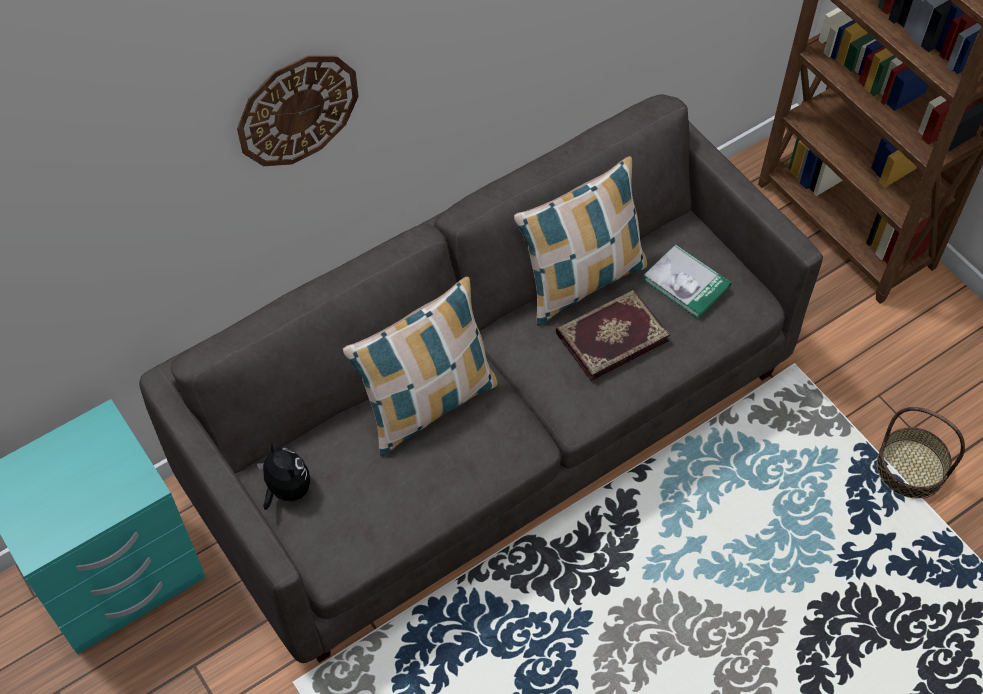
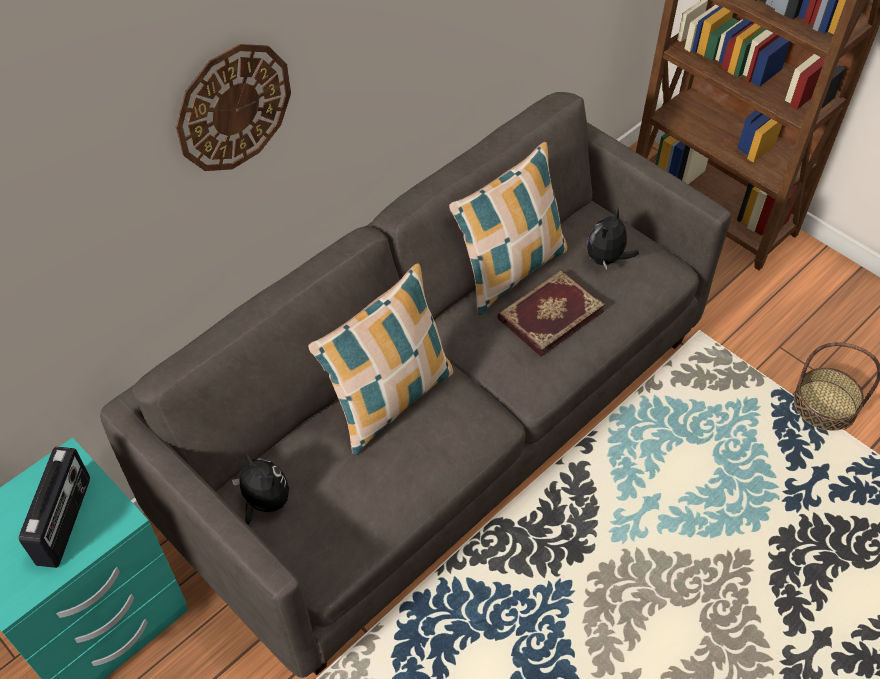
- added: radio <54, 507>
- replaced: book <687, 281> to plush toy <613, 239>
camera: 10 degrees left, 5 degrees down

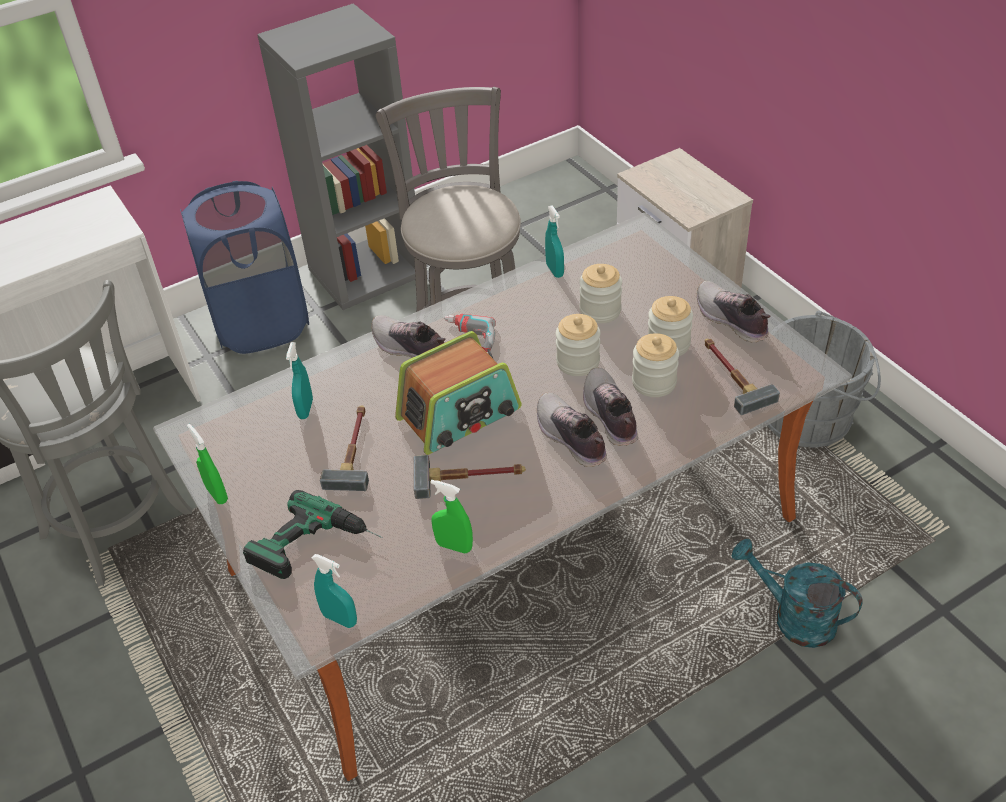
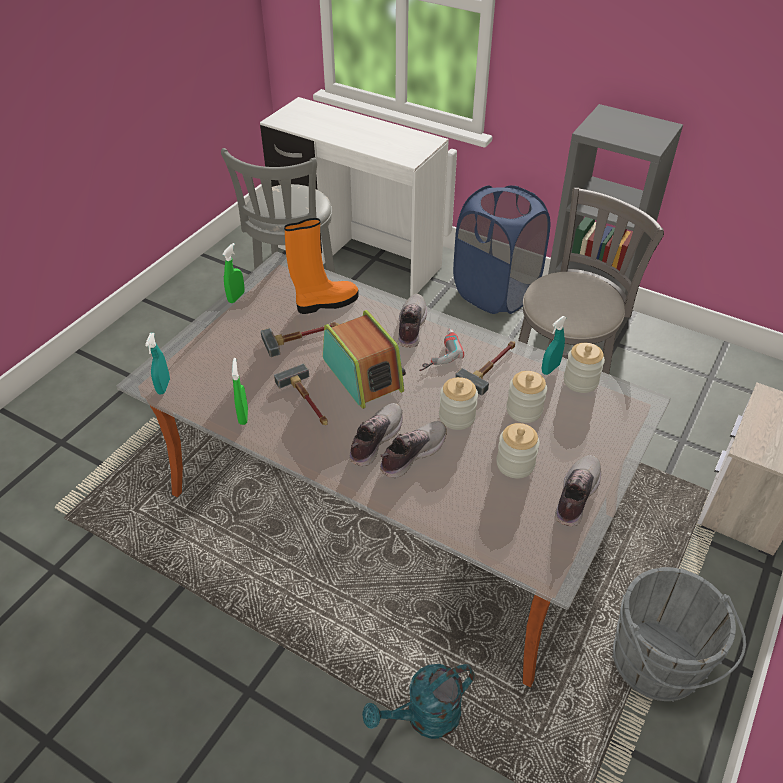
- removed: power drill <313, 534>
- moved: jar <655, 365> to <584, 368>
- moved: hammer <742, 377> to <485, 368>
- replaced: spray bottle (turquoise) <299, 380> to boot (orange) <321, 266>
- turned: radio <458, 393> = <364, 359> 150 degrees counterclockwise
- turned: watering can (turquoise) <797, 593> = <418, 701> 120 degrees counterclockwise
camera: 60 degrees right, 0 degrees up

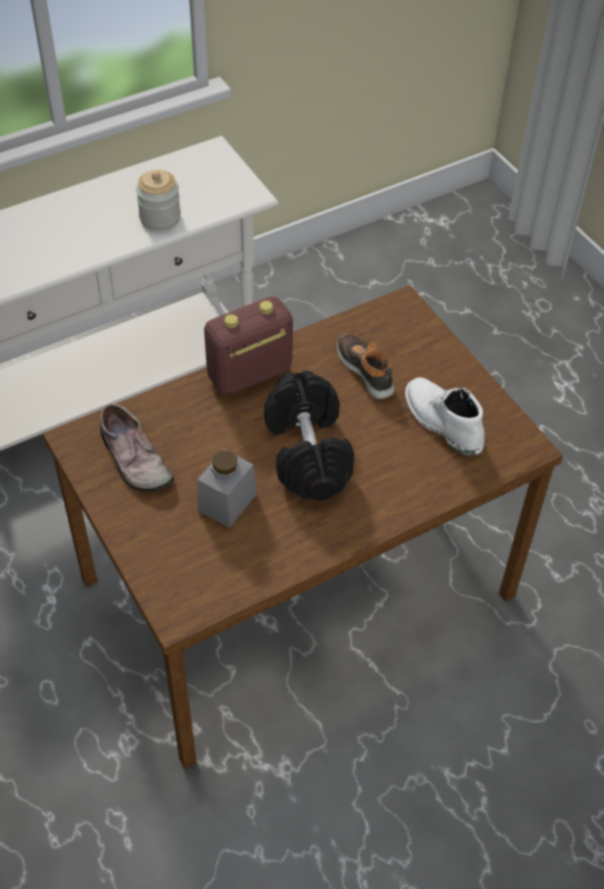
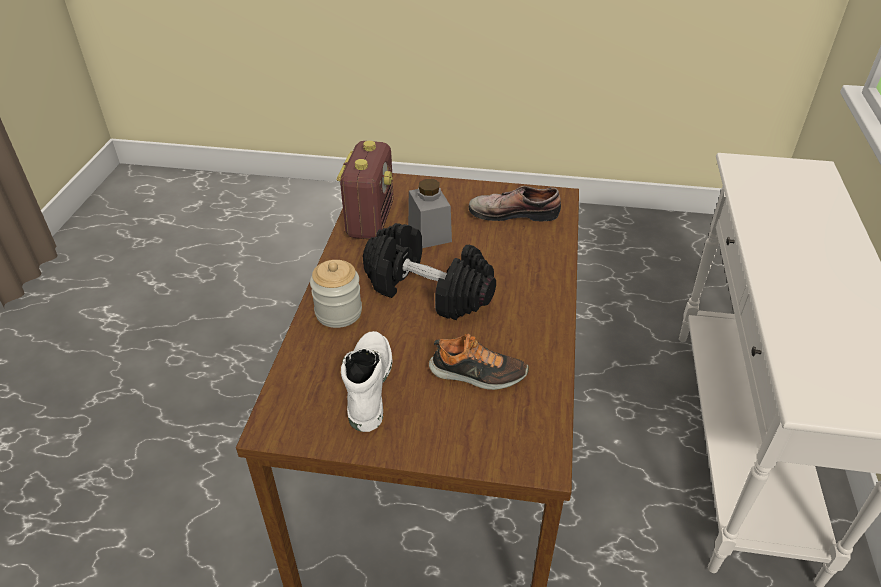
- moved: jar <158, 200> to <336, 294>
- moved: radio <248, 345> to <365, 190>
- turned: boot (white) <445, 416> = <367, 381> 90 degrees counterclockwise
camera: 130 degrees right, 10 degrees down

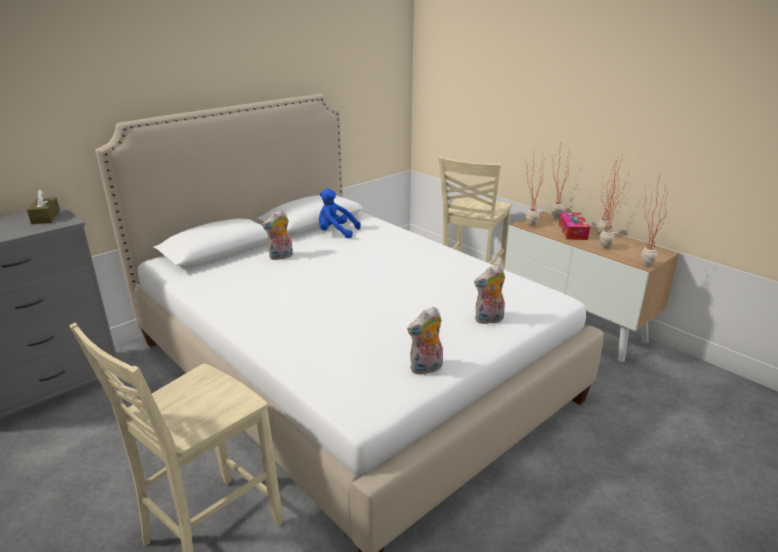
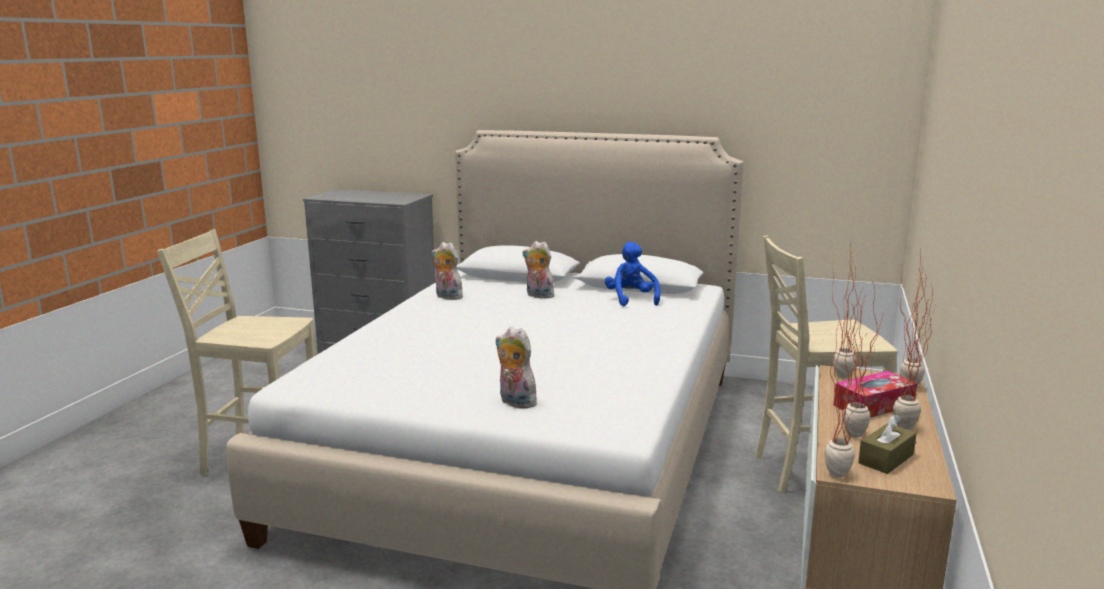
- moved: tissue box (brown) <43, 206> to <887, 444>
- moved: plush toy <425, 340> to <447, 271>
camera: 60 degrees right, 10 degrees down

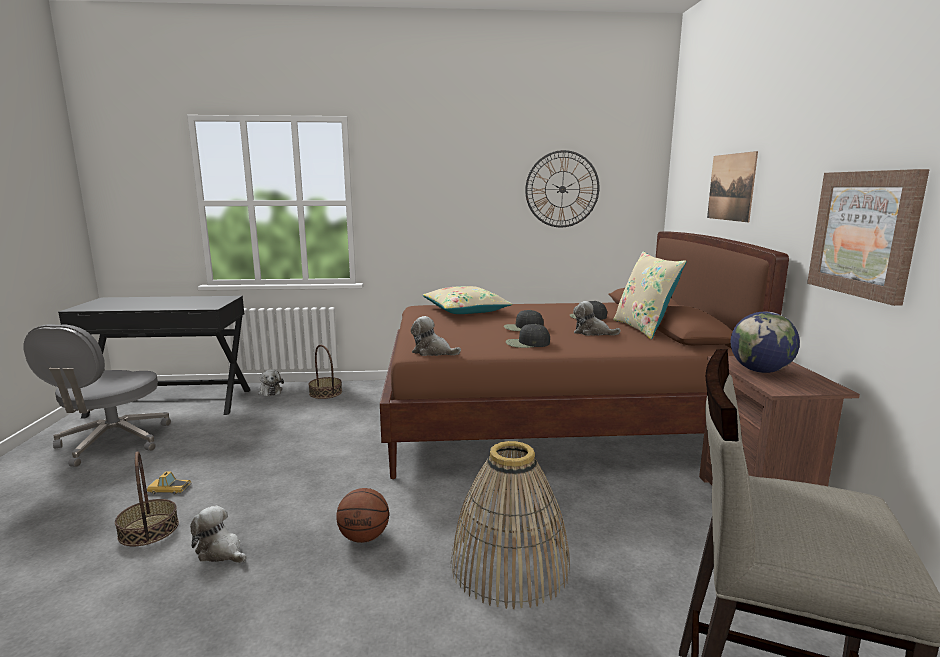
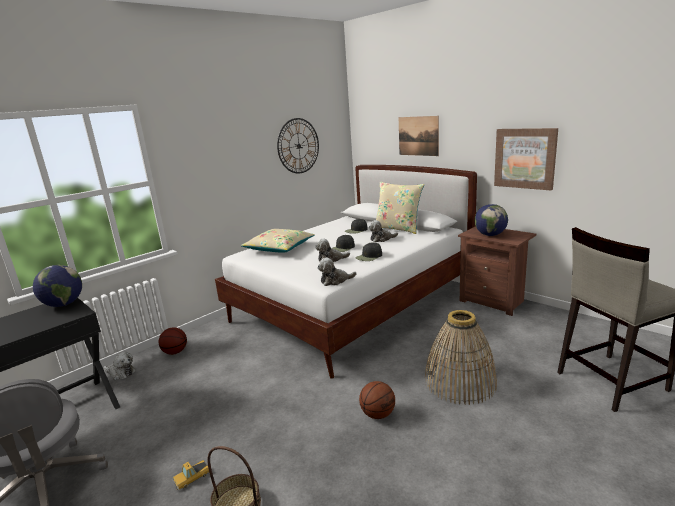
- added: globe <57, 286>
- moved: plush toy <218, 534> to <332, 251>
- replaced: basket <325, 372> to basketball <172, 341>
- recoloured: bed (brown) <584, 355> to bed (white) <346, 272>
camera: 40 degrees left, 5 degrees up

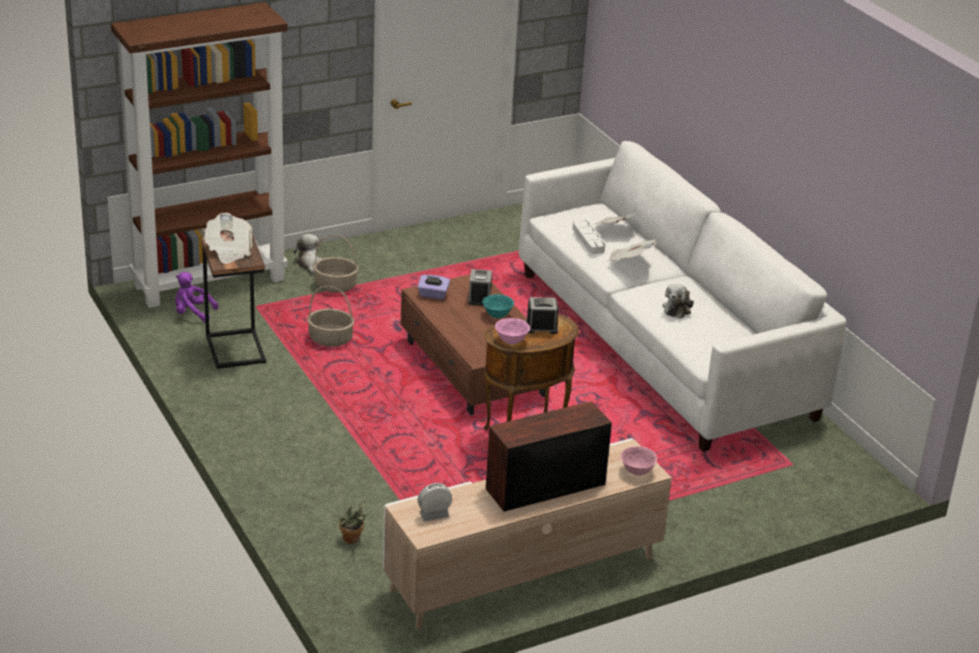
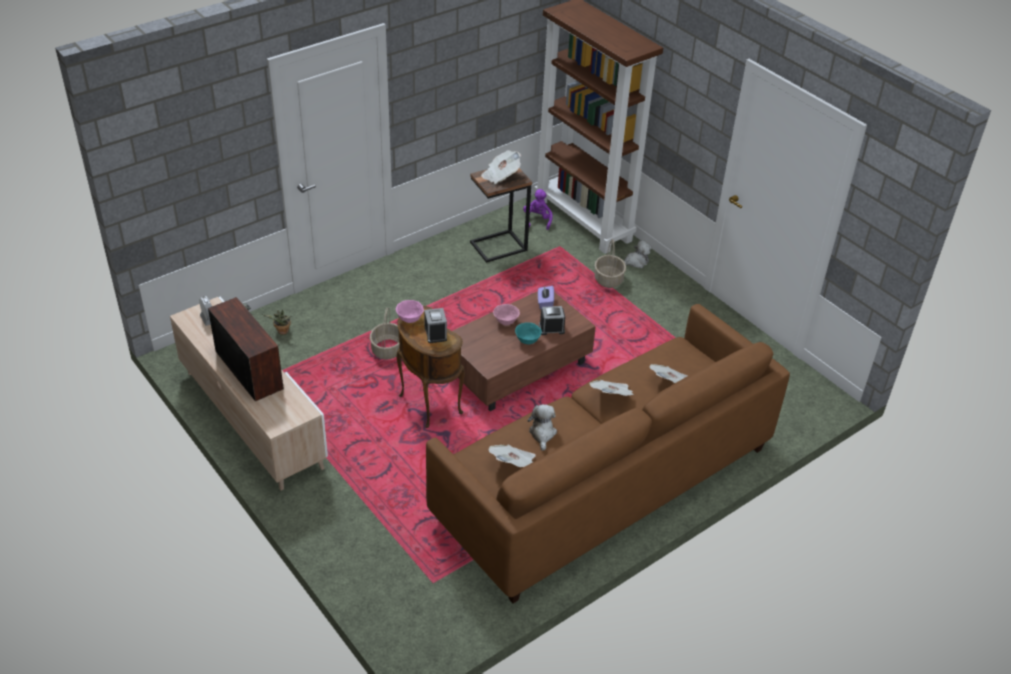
- removed: tray (white) <588, 237>
- added: newspaper <512, 456>
- moved: basket <330, 316> to <385, 334>
- moved: bowl (pink) <639, 461> to <506, 314>
- recoloured: sofa (white) <682, 296> to sofa (brown) <608, 453>
- turned: plush toy <678, 301> = <542, 427> 75 degrees clockwise
camera: 80 degrees right, 10 degrees up

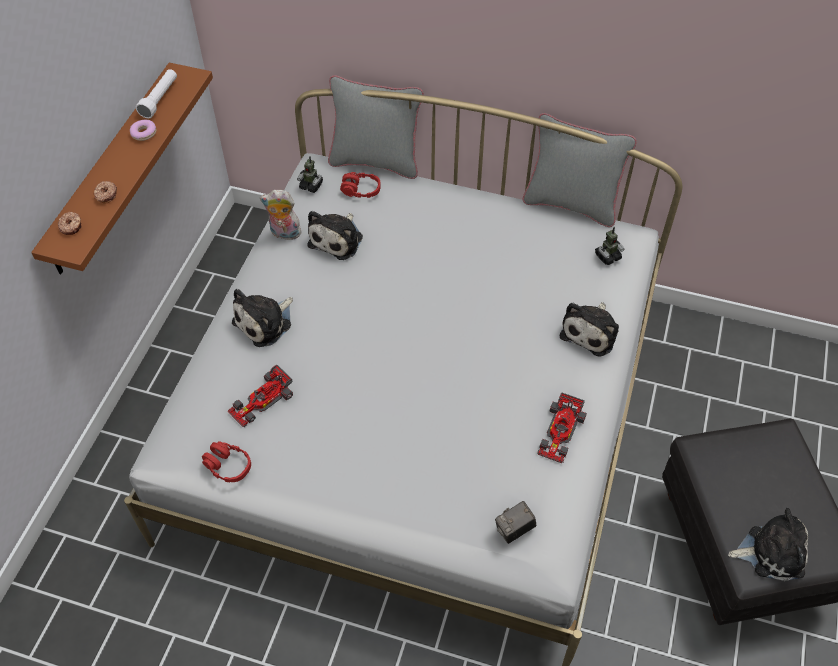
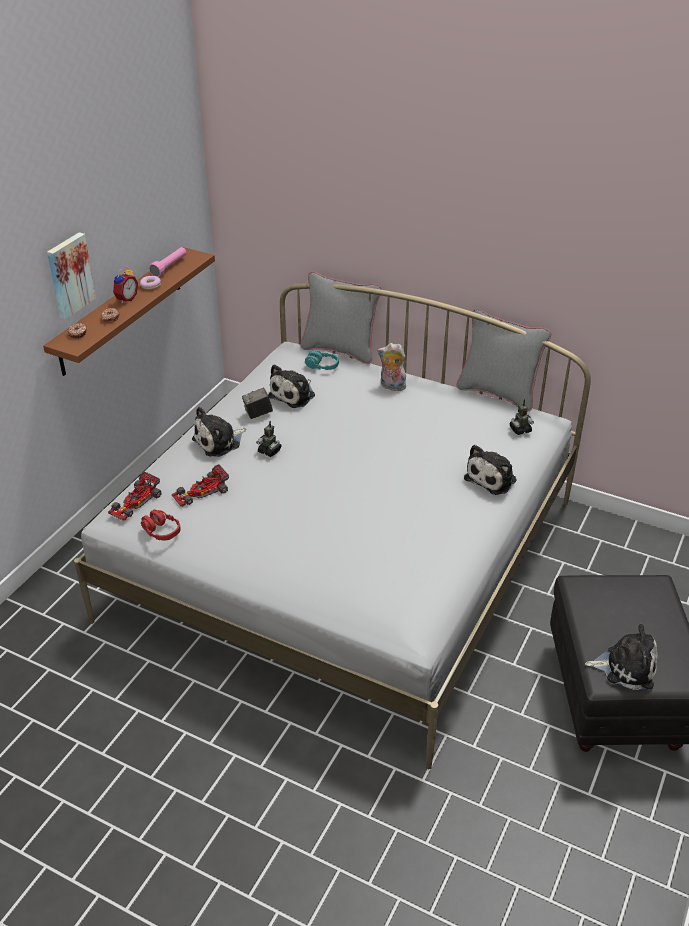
- added: picture <71, 275>
- added: alarm clock <125, 285>
- moved: plush toy <281, 215> to <391, 367>
- moved: toy robot <310, 174> to <268, 439>
- moved: photo camera <516, 522> to <257, 403>
- moved: toy car <562, 427> to <135, 496>
- recoloured: flashlight (white) <156, 94> to flashlight (pink) <167, 262>
- recoloured: headphones (red) <360, 185> to headphones (turquoise) <322, 360>
camera: 10 degrees right, 15 degrees down

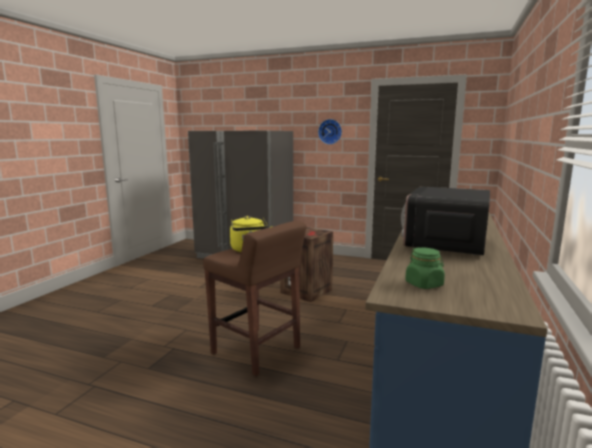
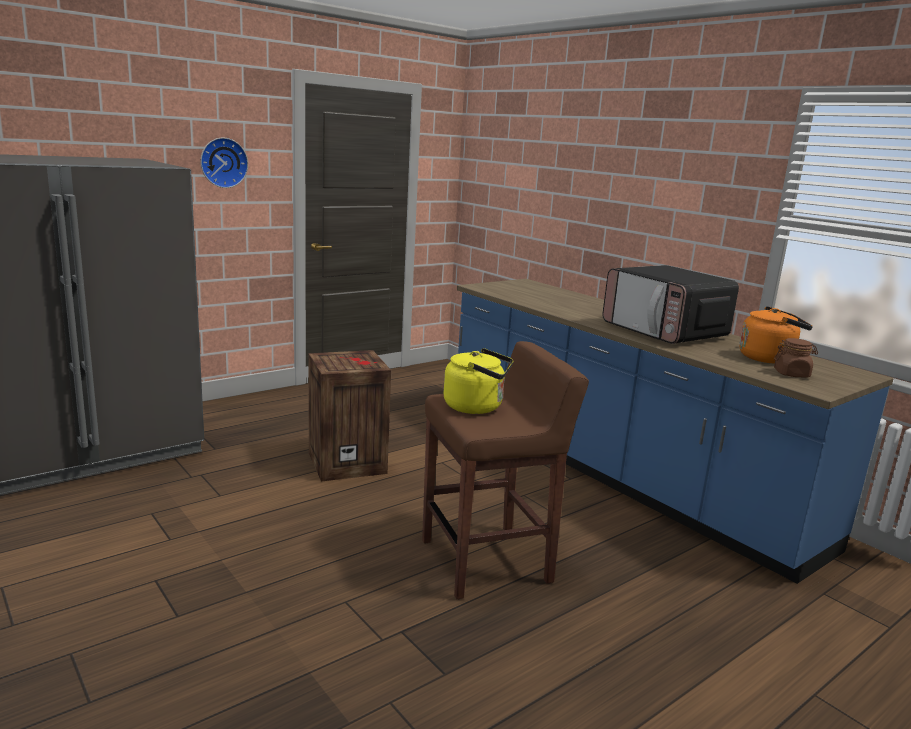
- added: kettle (orange) <776, 335>
- recoloured: jar (green) <425, 268> to jar (brown) <796, 357>
camera: 60 degrees left, 5 degrees up

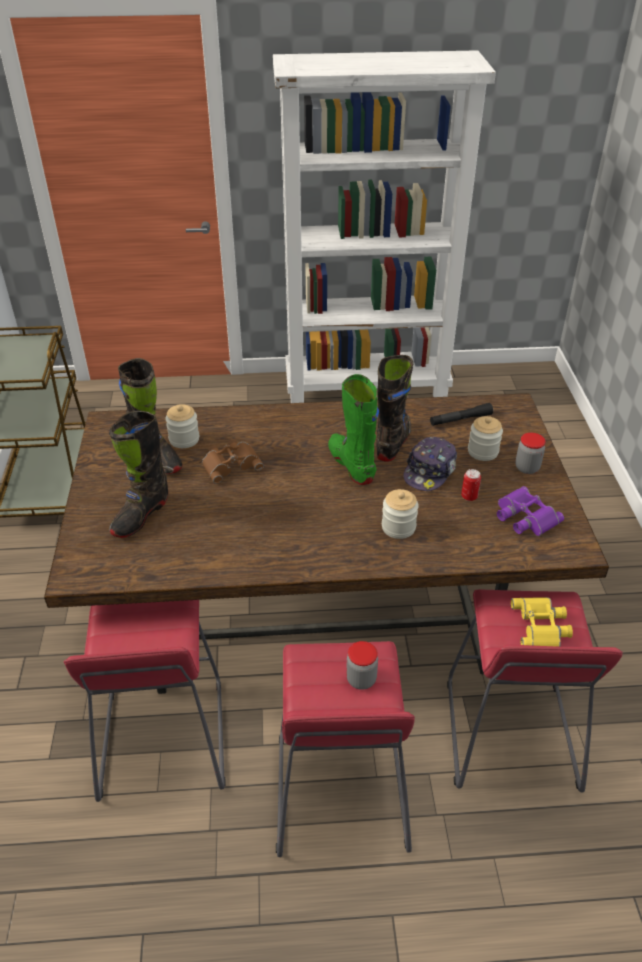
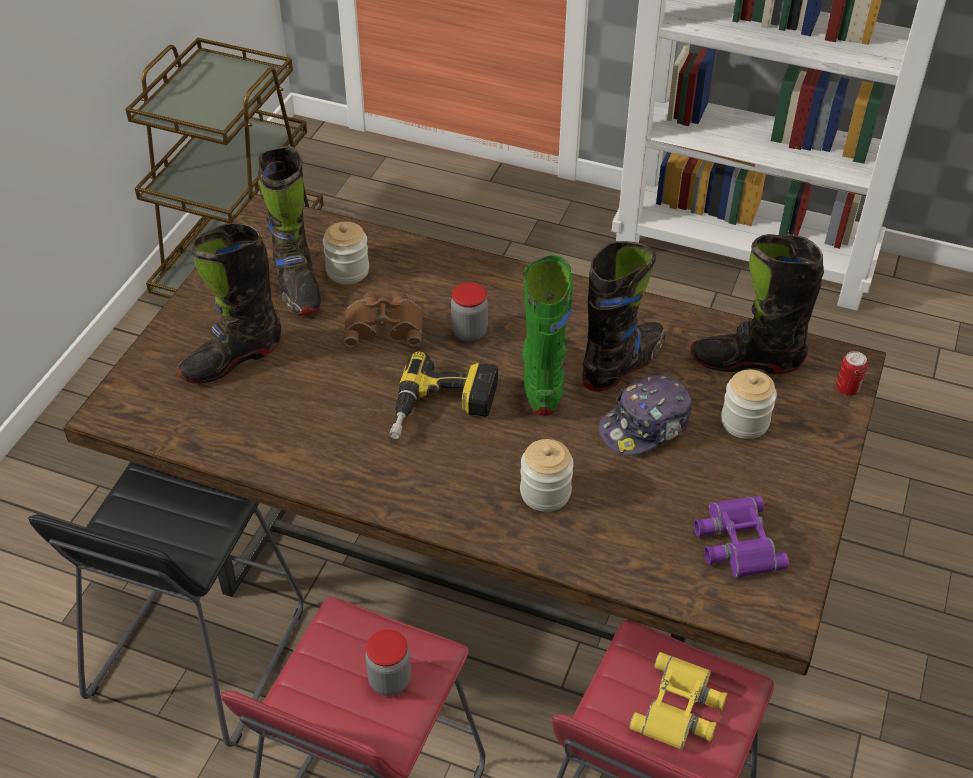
- added: power drill <443, 395>
- moved: can <471, 485> to <852, 373>
- moved: jar <530, 453> to <469, 311>
- replaced: flashlight (black) <461, 414> to boot (black) <757, 304>
- recoloured: stool (red) <145, 701> to stool (black) <165, 604>
camera: 25 degrees right, 5 degrees up

